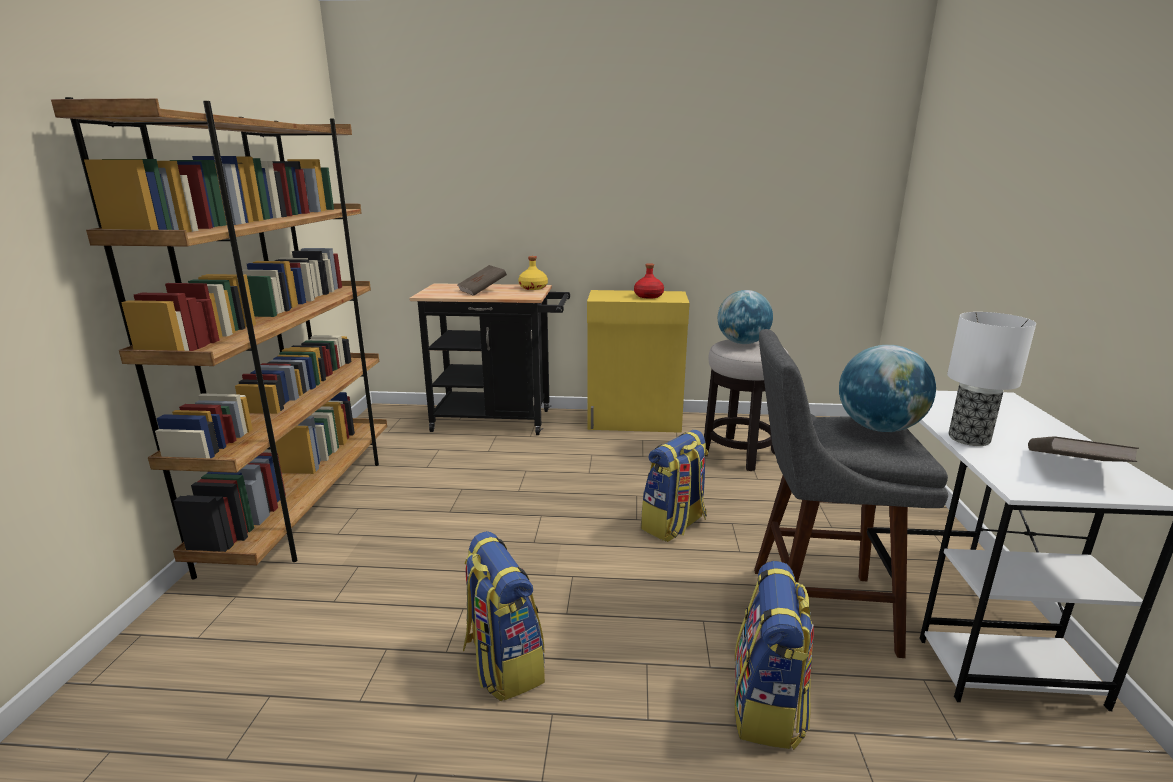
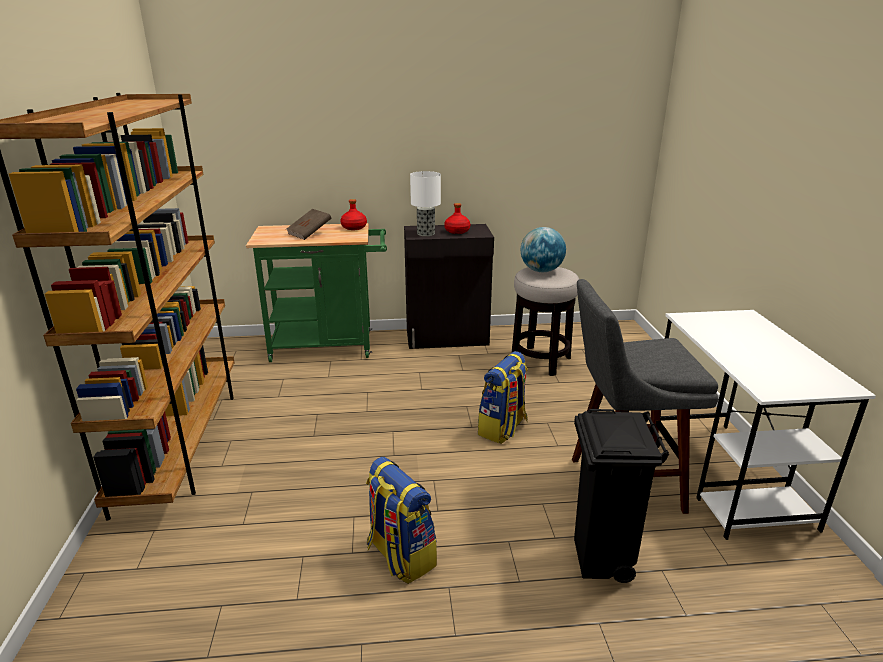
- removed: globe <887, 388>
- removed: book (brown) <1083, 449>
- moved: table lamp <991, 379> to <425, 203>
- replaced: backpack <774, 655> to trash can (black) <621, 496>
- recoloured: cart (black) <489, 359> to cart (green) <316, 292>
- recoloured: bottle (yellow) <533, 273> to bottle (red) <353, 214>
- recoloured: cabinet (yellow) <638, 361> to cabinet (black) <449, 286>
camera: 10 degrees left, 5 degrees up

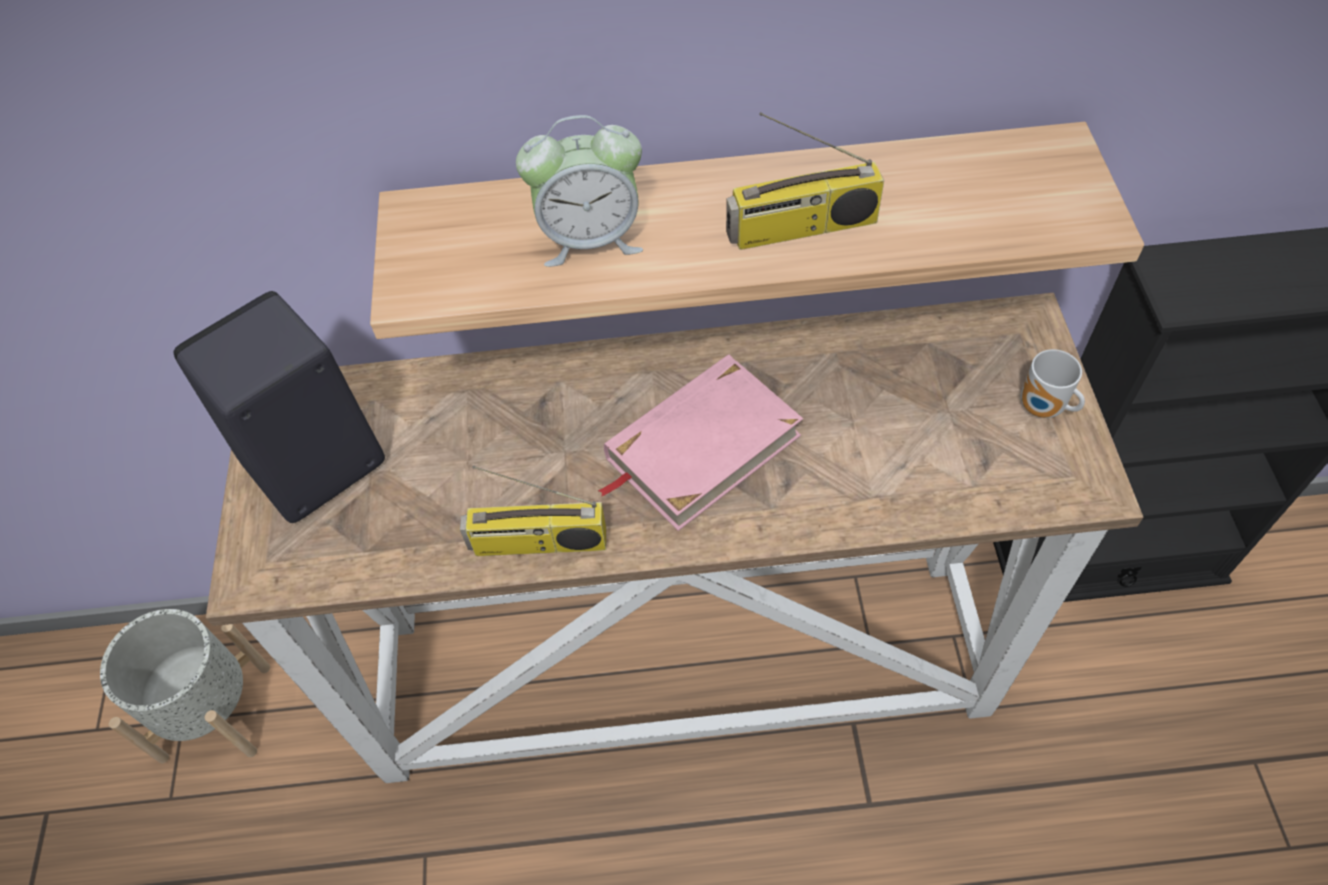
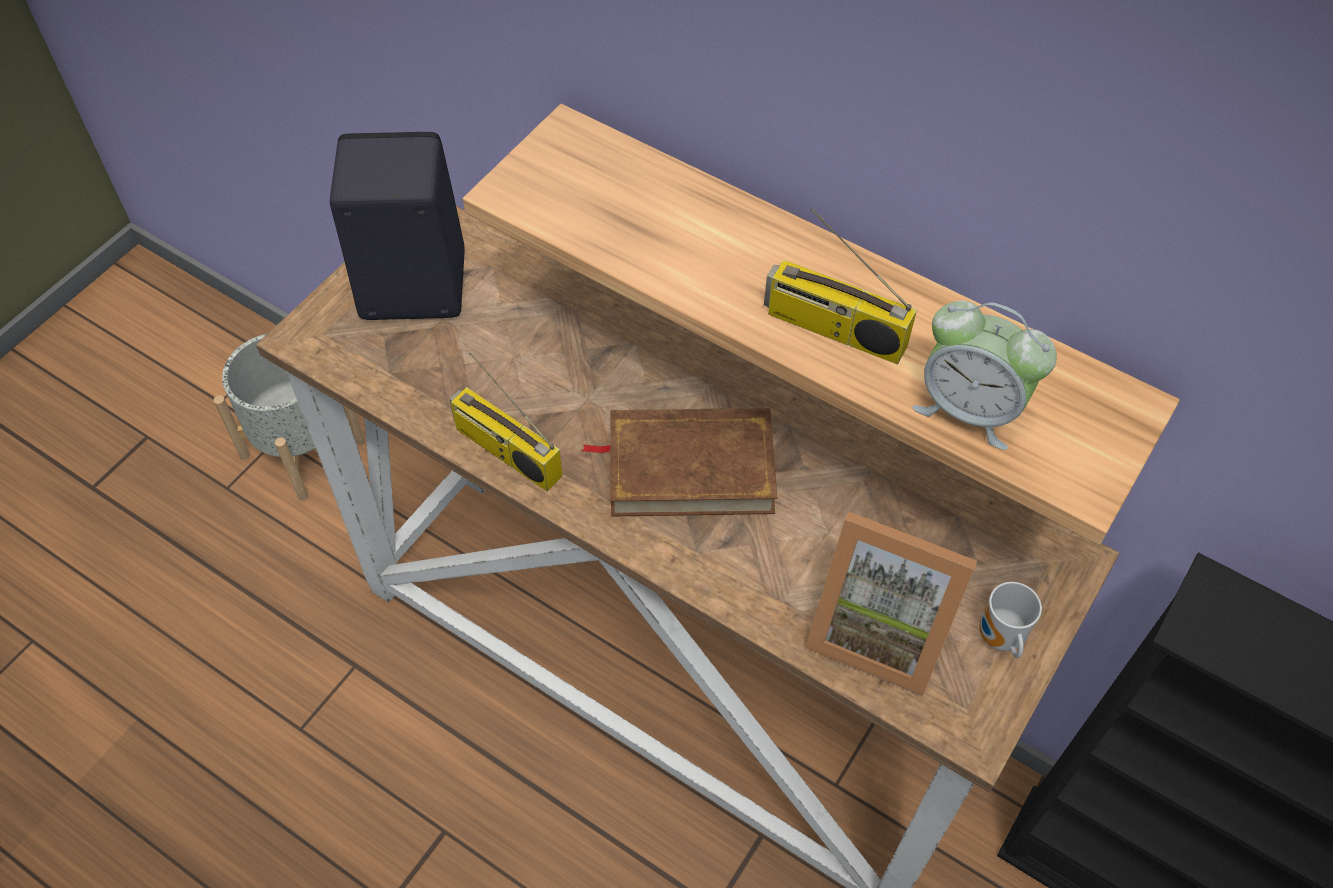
- added: picture frame <891, 604>
- moved: alarm clock <579, 191> to <984, 375>
- recoloured: book (pink) <700, 443> to book (brown) <679, 462>
camera: 35 degrees right, 0 degrees up

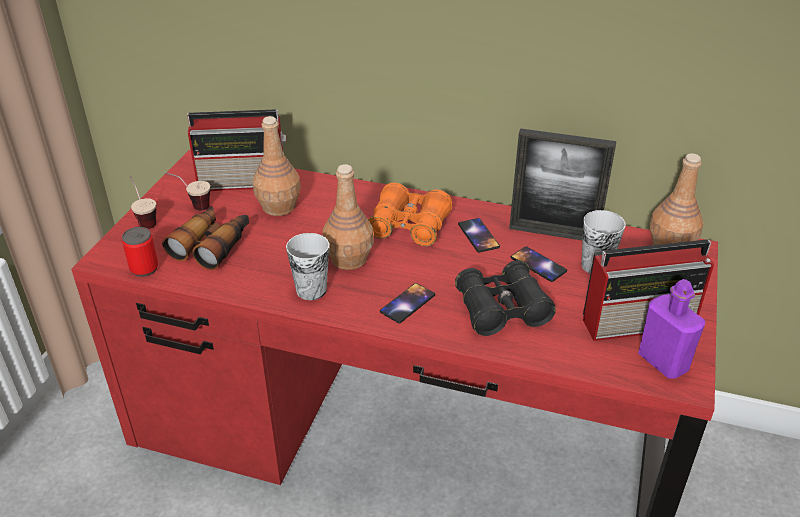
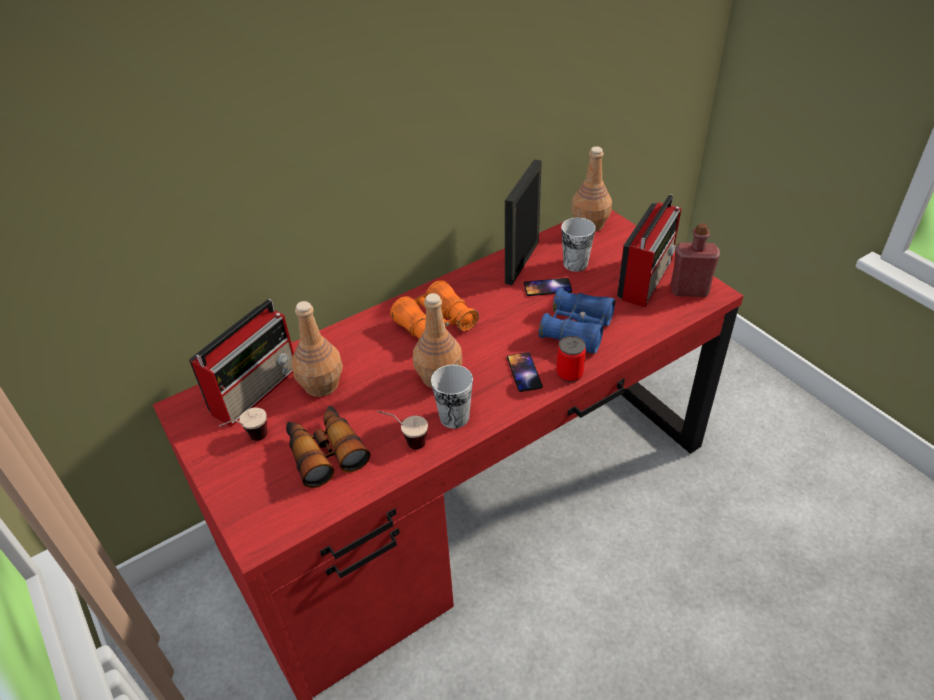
- removed: phone <479, 235>
- moved: can <140, 252> to <571, 359>
- moved: cup <143, 202> to <402, 430>
- recoloured: binoculars (black) <505, 298> to binoculars (blue) <576, 321>
- recoloured: bottle (purple) <671, 329> to bottle (red) <695, 260>
- turned: picture frame <562, 184> = <523, 222> 150 degrees clockwise
camera: 50 degrees left, 5 degrees up

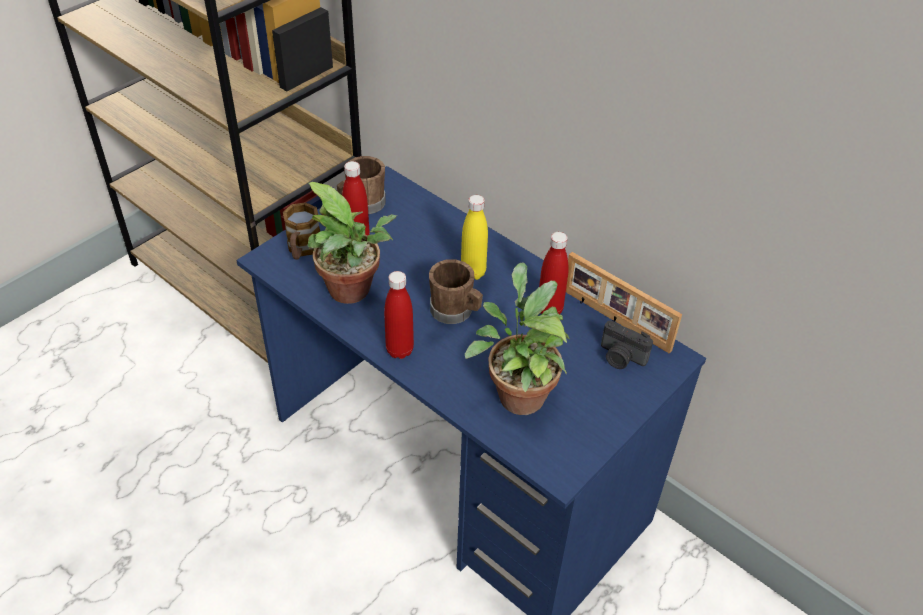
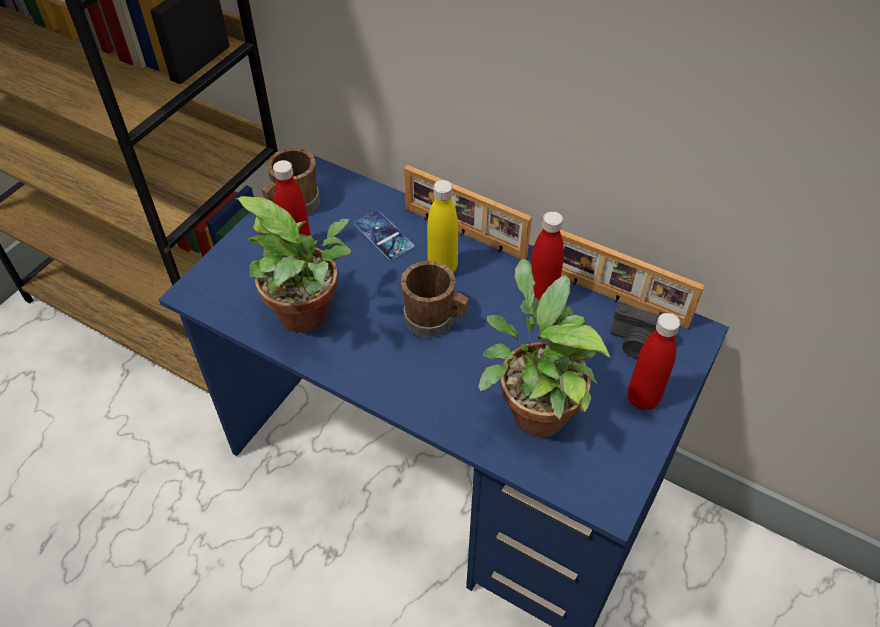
- removed: mug <301, 231>
- added: phone <384, 235>
- added: picture frame <468, 212>
- moved: bottle (red) <399, 315> to <653, 361>
camera: 10 degrees left, 5 degrees up

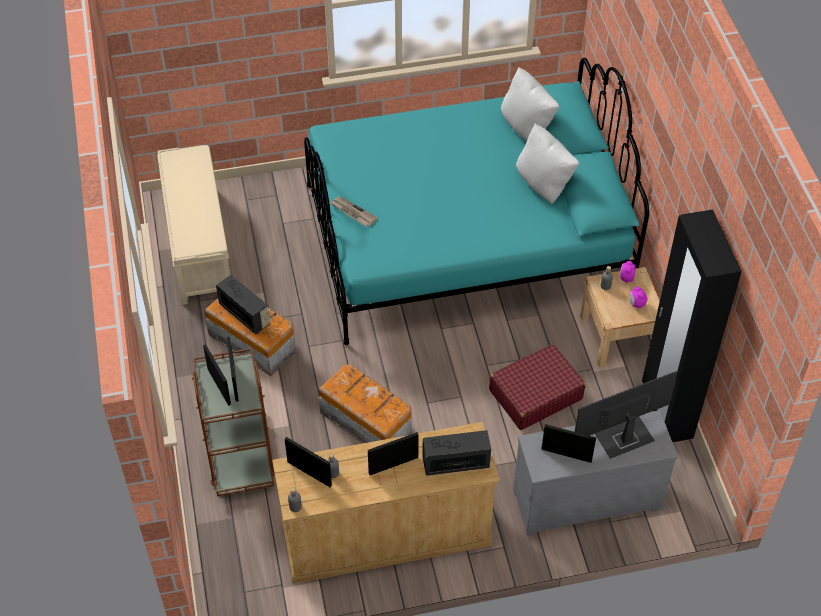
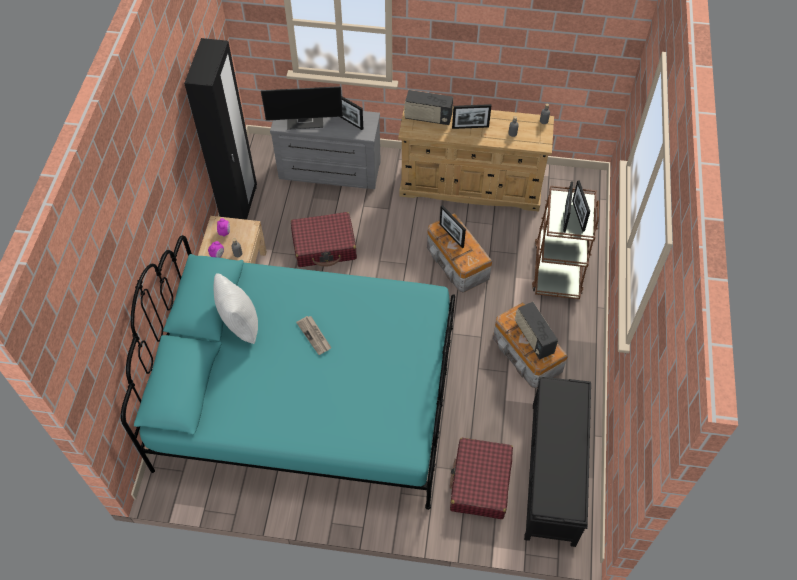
- removed: pillow (white) <530, 104>
- added: suitcase (red) <481, 478>
- moved: picture frame <308, 462> to <453, 226>
- moved: newspaper <354, 211> to <313, 335>
- recoloured: bench (beige) <193, 225> to bench (black) <557, 462>
camera: 160 degrees left, 5 degrees up

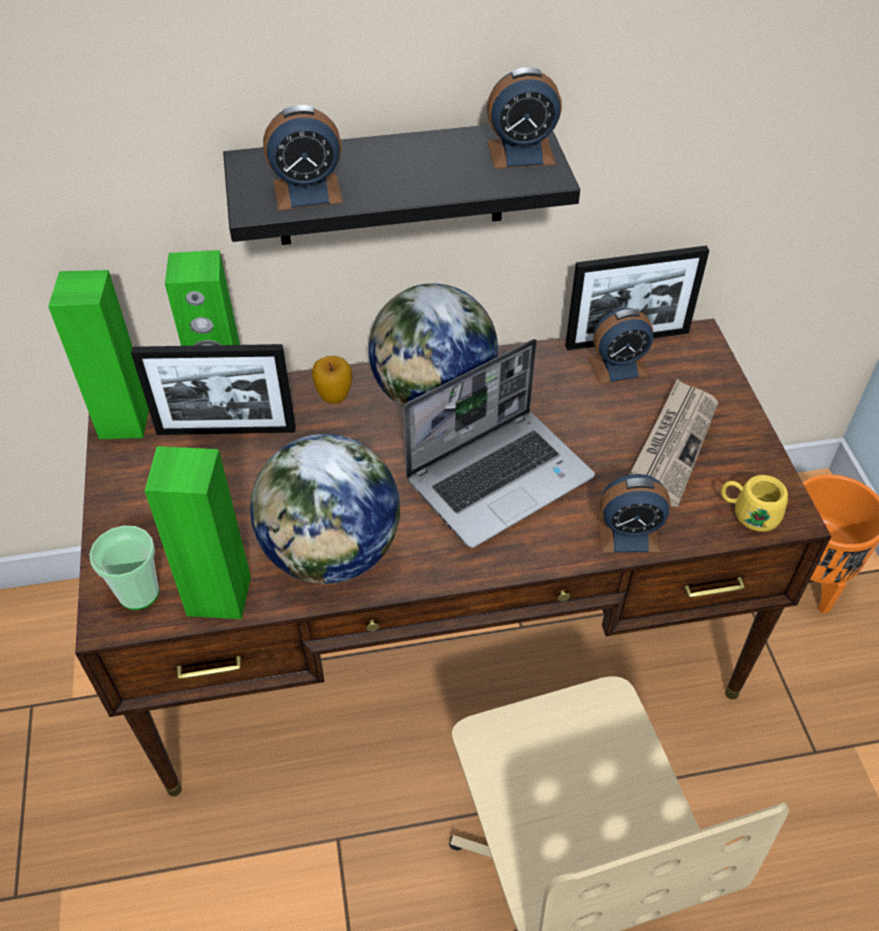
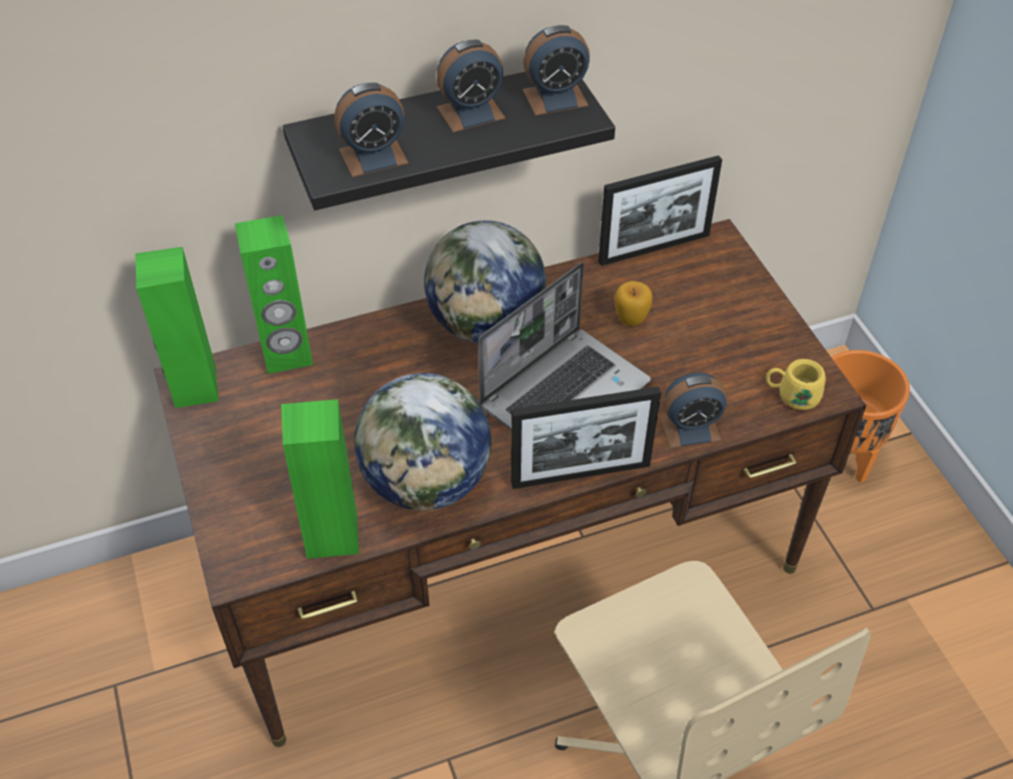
- removed: cup <124, 568>
- removed: newspaper <673, 443>
- moved: picture frame <213, 389> to <586, 438>
- moved: apple <332, 380> to <634, 303>
- moved: alarm clock <620, 346> to <471, 86>
camera: 10 degrees left, 0 degrees up

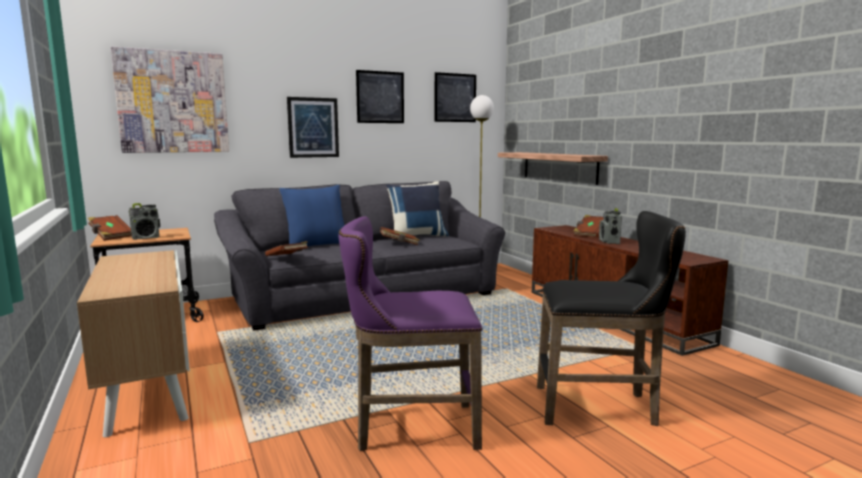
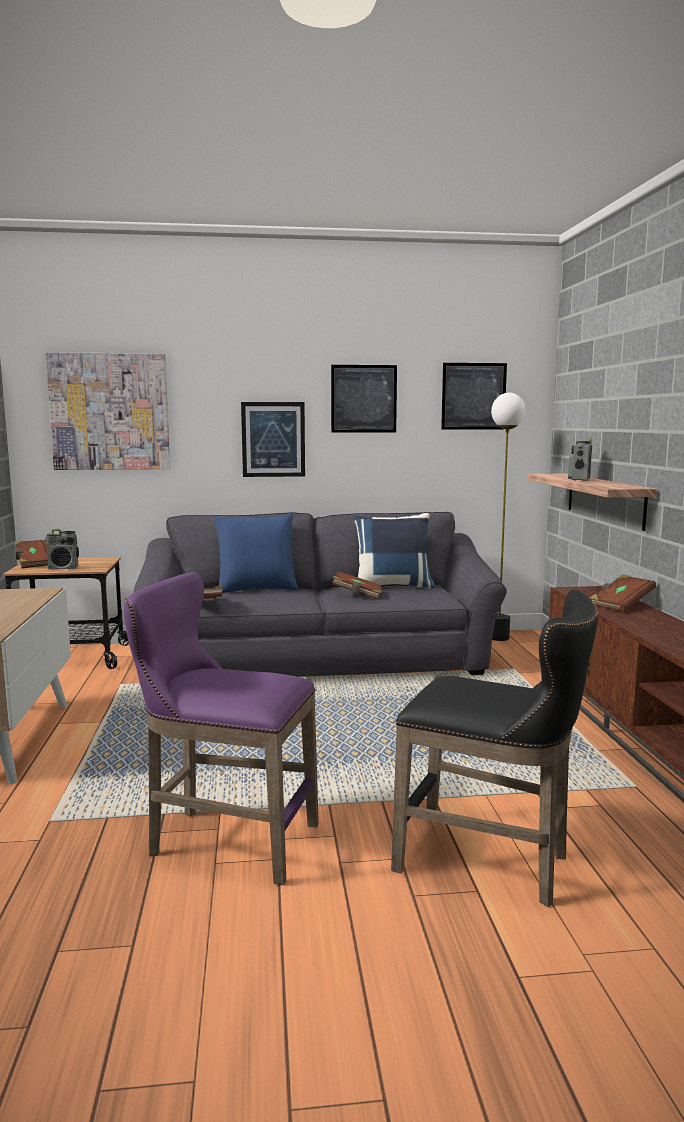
- moved: radio <610, 226> to <580, 459>
camera: 20 degrees right, 0 degrees up

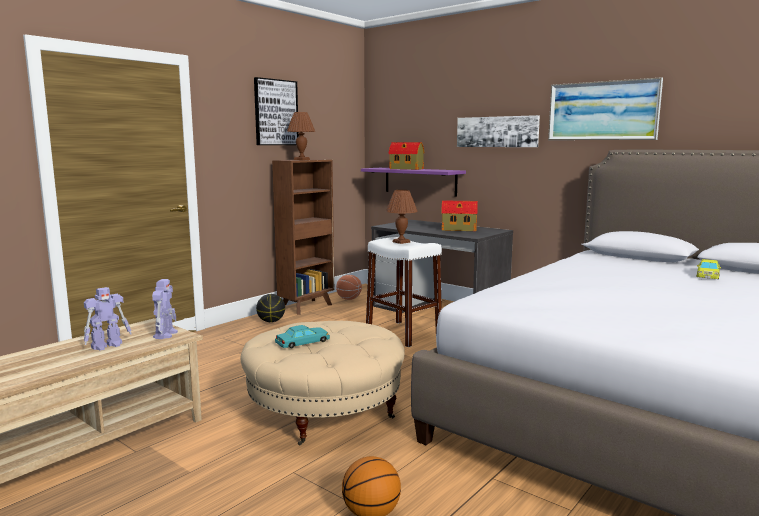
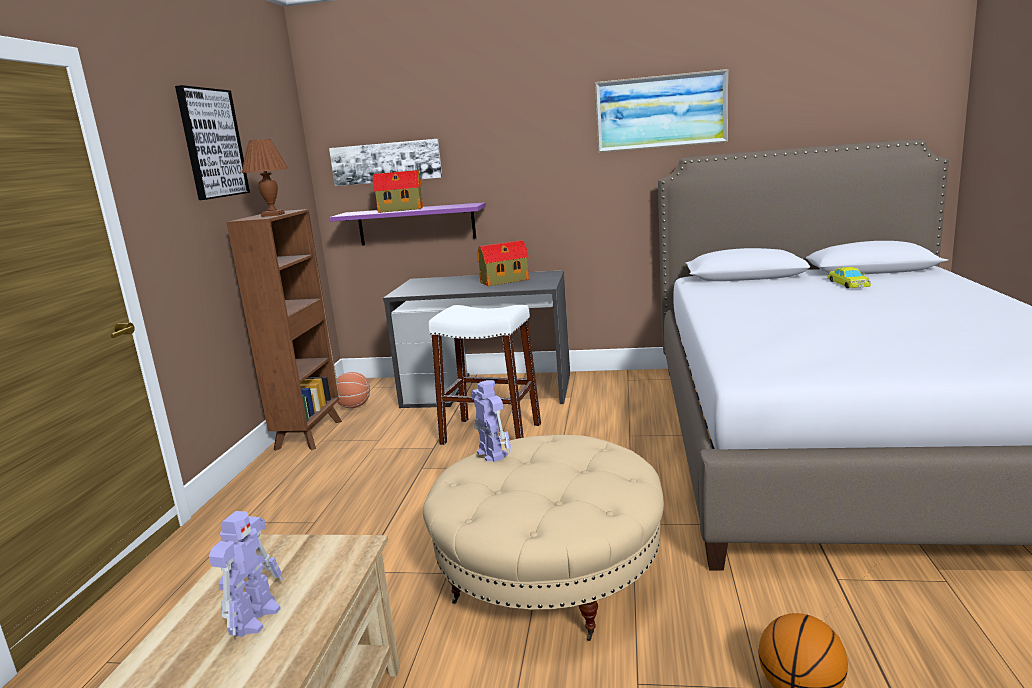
- removed: basketball <270, 308>
- removed: toy car (turquoise) <302, 336>
- removed: table lamp (brown) <402, 217>
- moved: toy robot <165, 309> to <491, 421>
- moved: picture <498, 131> to <385, 162>
camera: 30 degrees left, 5 degrees up

